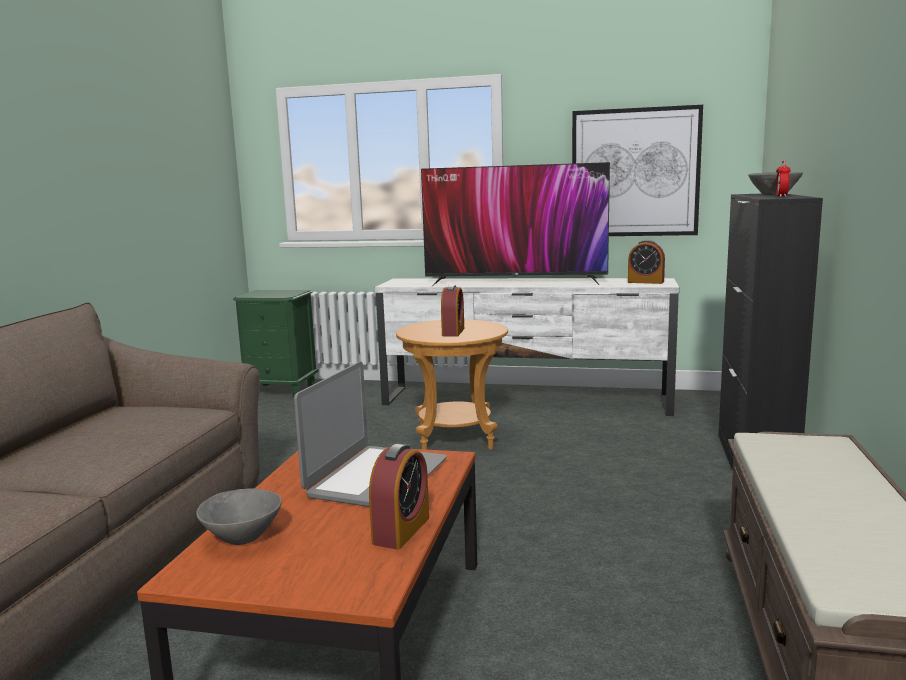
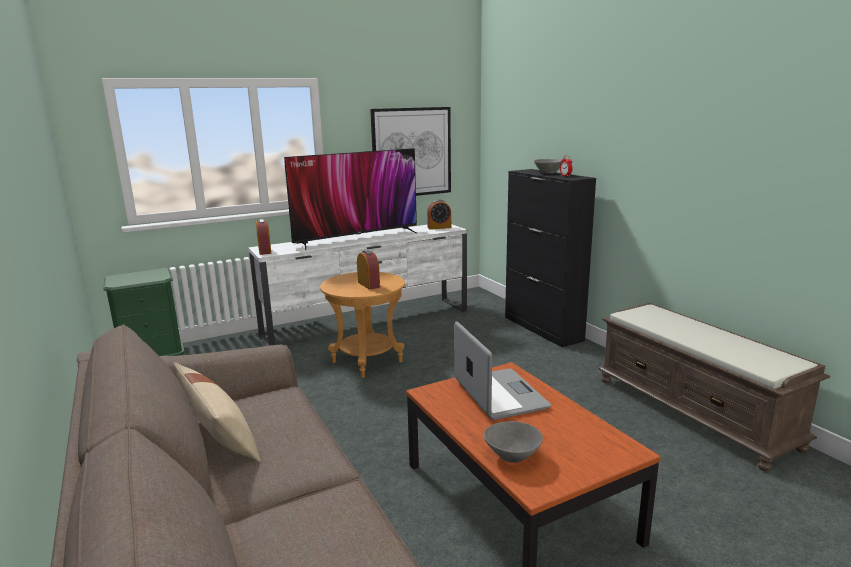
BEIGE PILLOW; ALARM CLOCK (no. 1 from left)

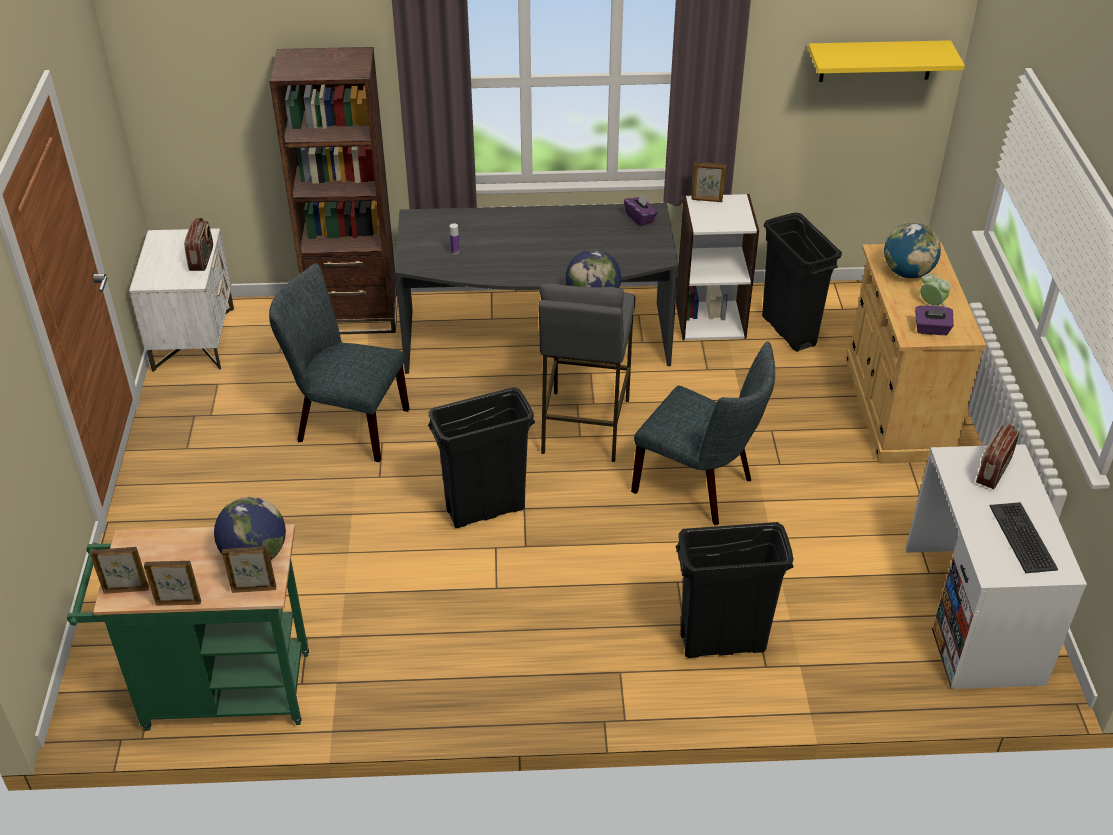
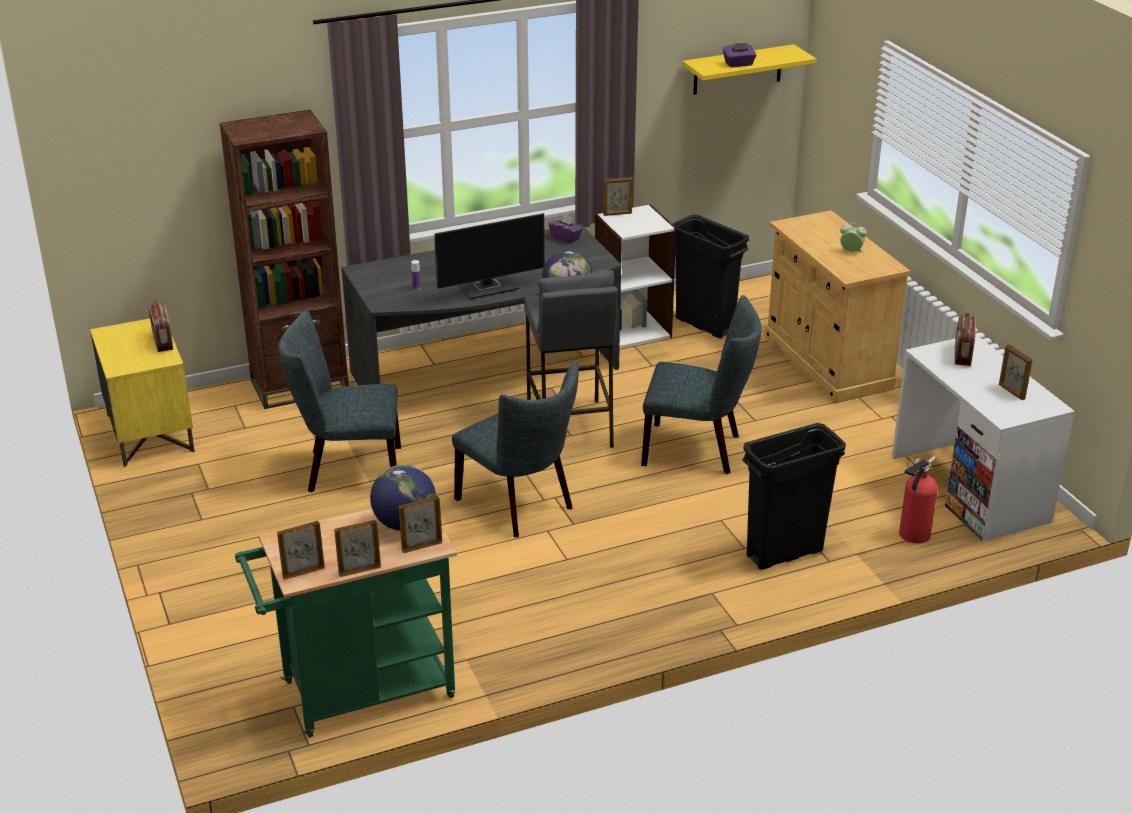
YELLOW NIGHTSTAND; MONITOR; GREY CHAIR (no. 2 from left); PURPLE TISSUE BOX (no. 2 from left); FIRE EXTINGUISHER; PICTURE FRAME (no. 5 from left); GLOBE (no. 3 from left in the first image)

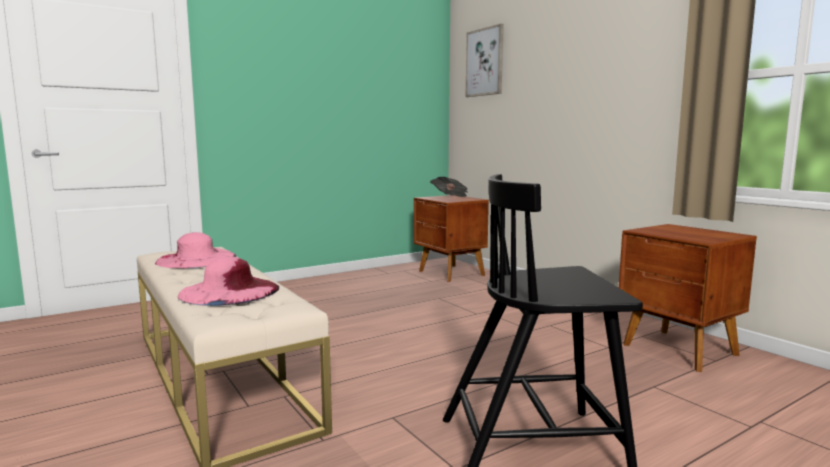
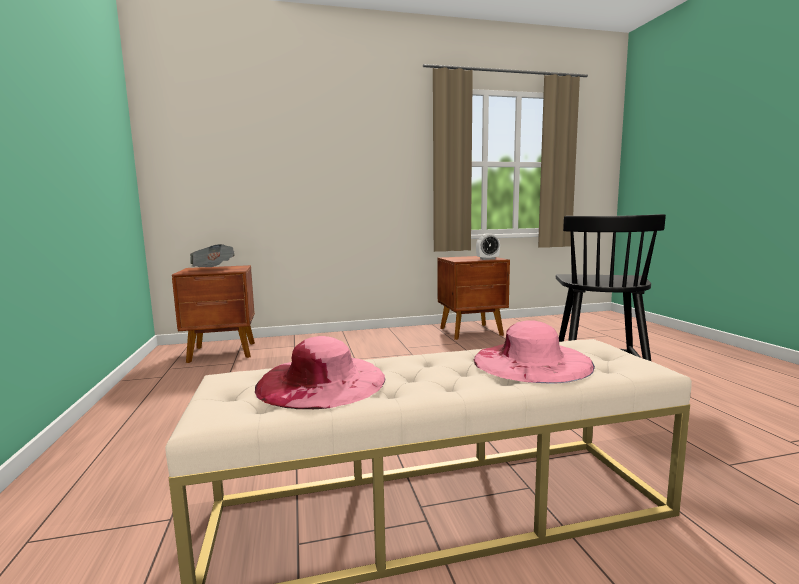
ALARM CLOCK; PICTURE

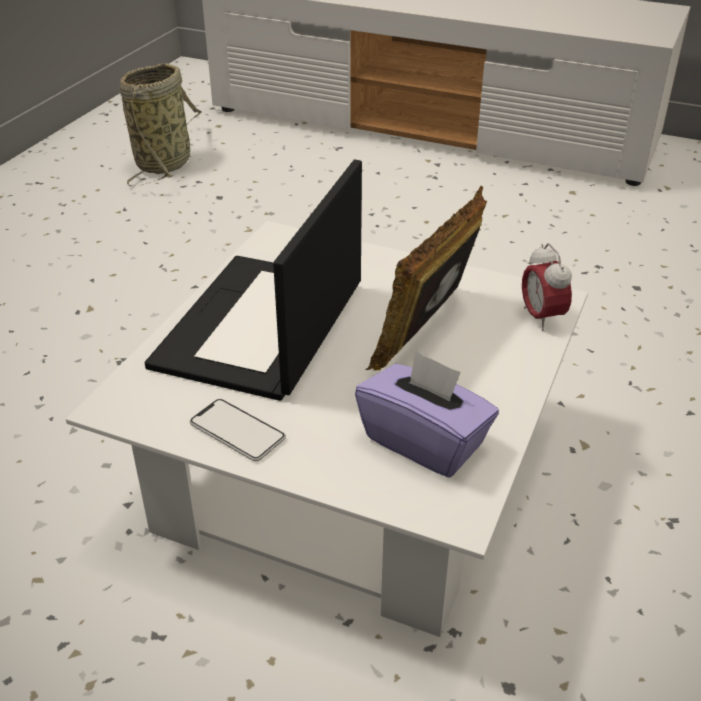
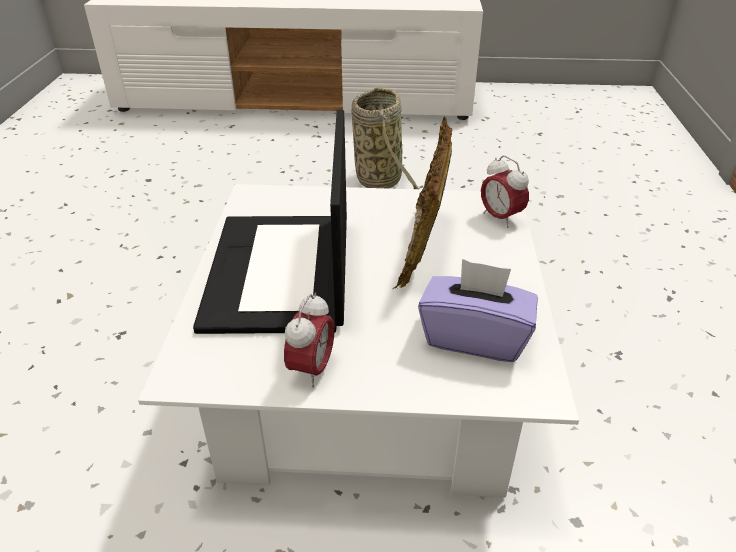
ALARM CLOCK (no. 1 from left); BASKET

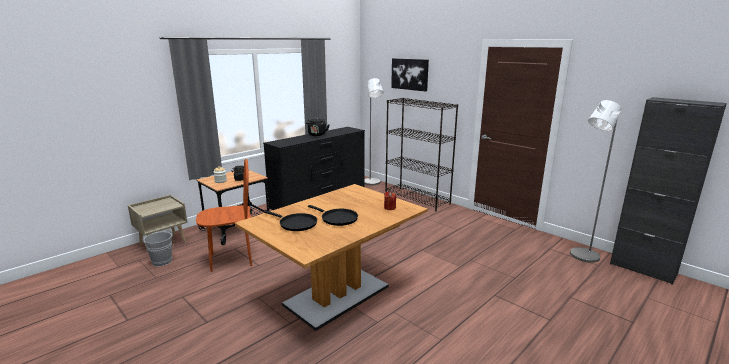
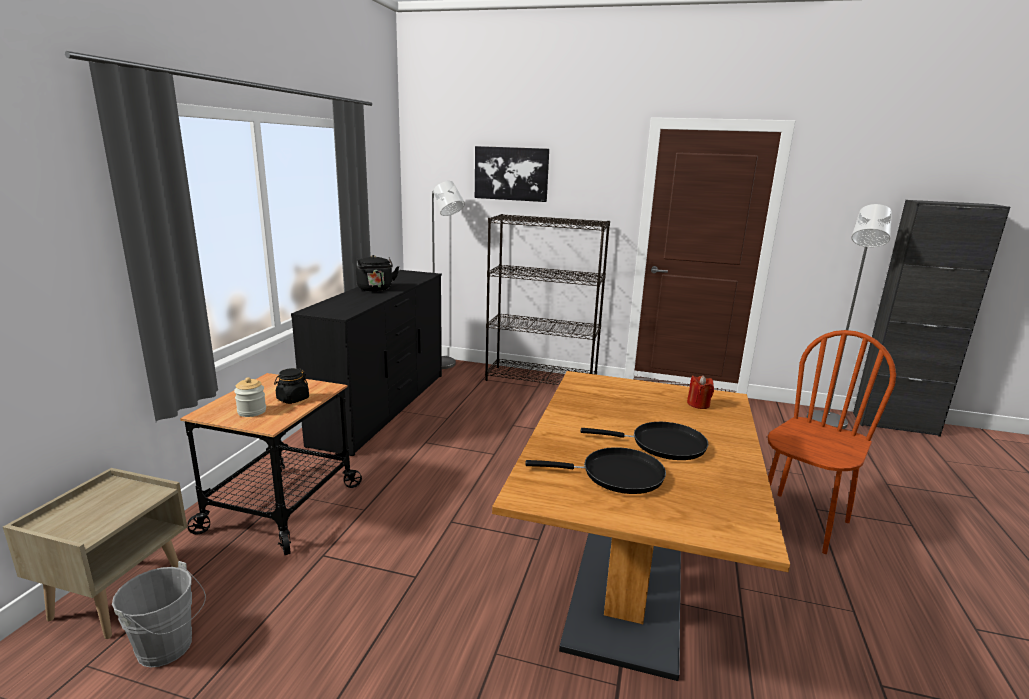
BROWN CHAIR

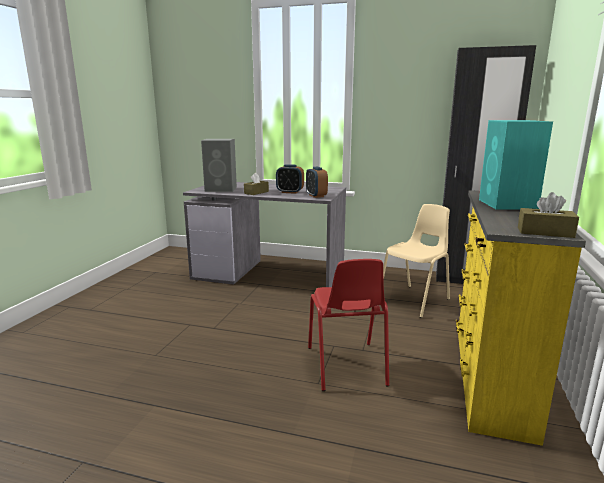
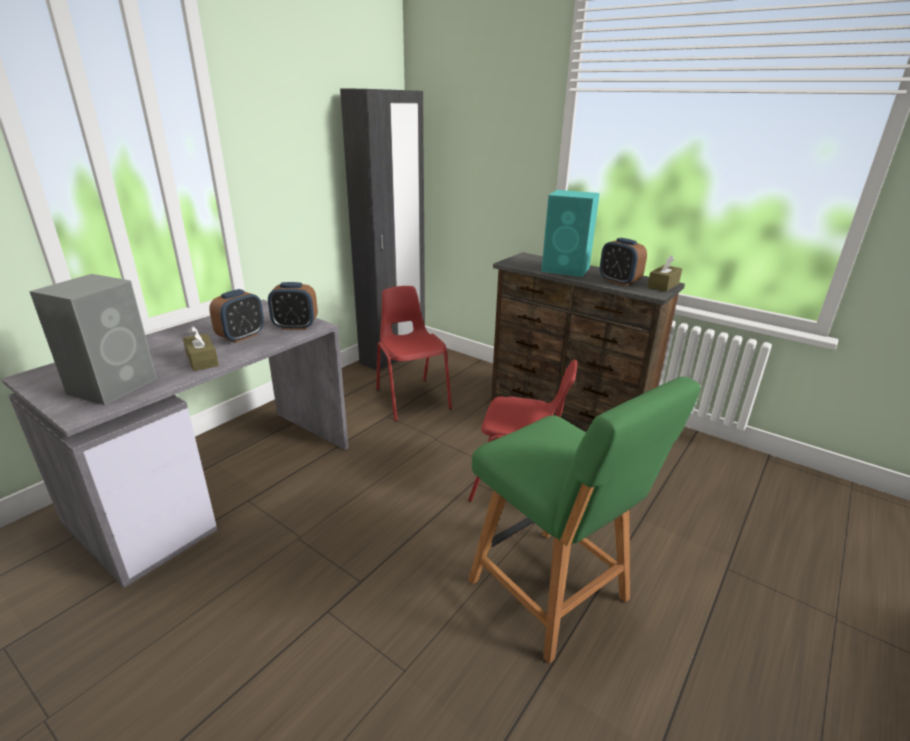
RED CHAIR (no. 1 from left); GREEN CHAIR; BROWN DRESSER; ALARM CLOCK (no. 3 from left)

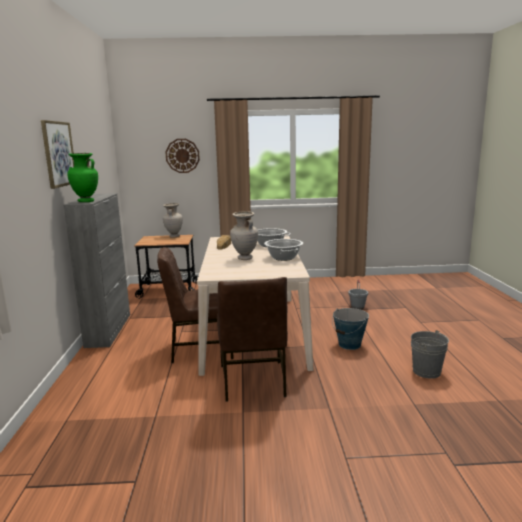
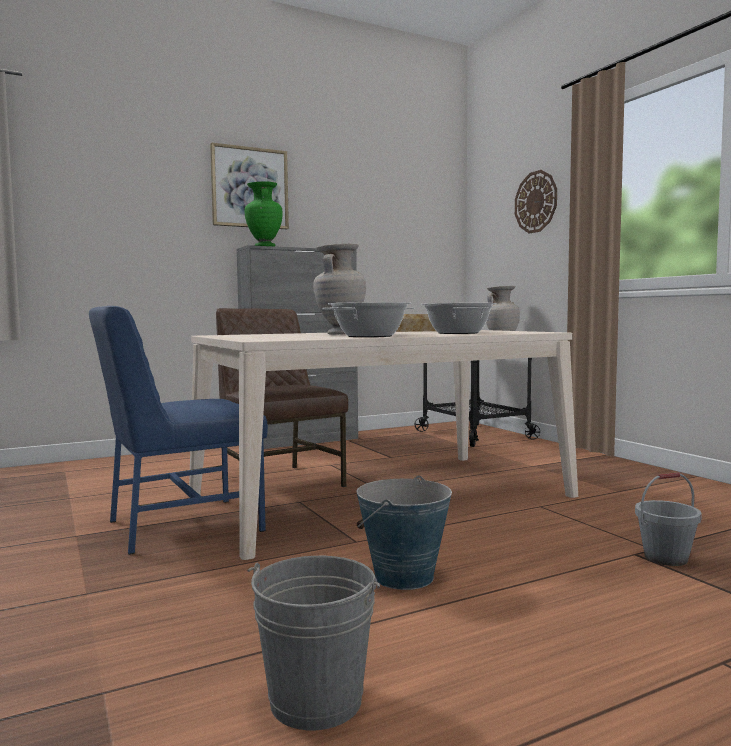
BLUE CHAIR

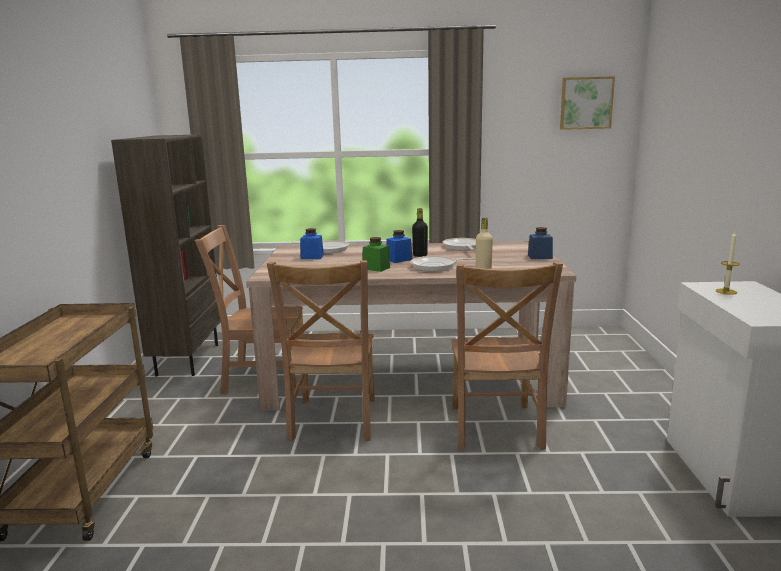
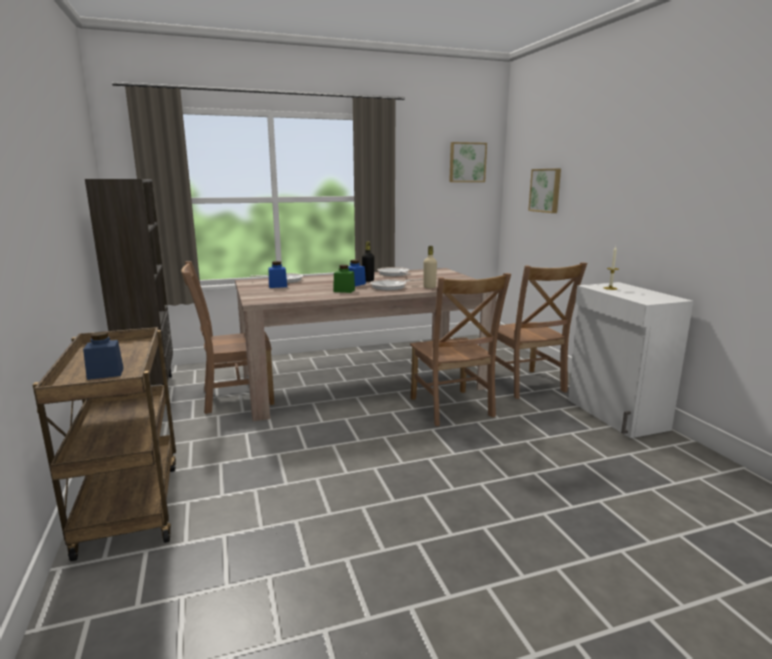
BLUE JAR (no. 1 from left); BROWN CHAIR (no. 3 from left); PICTURE (no. 2 from left)

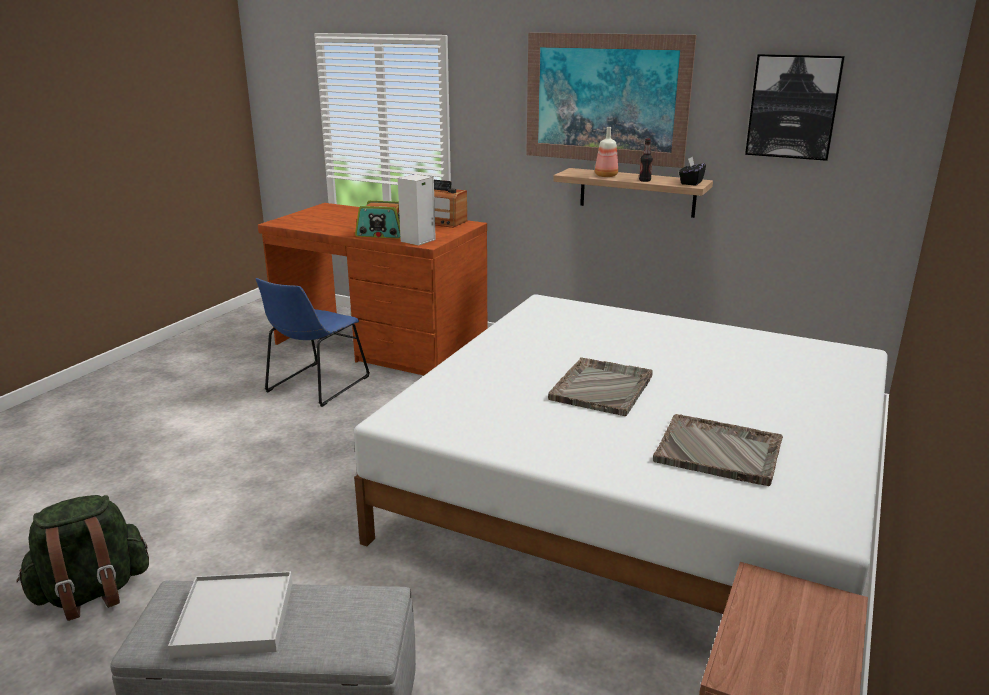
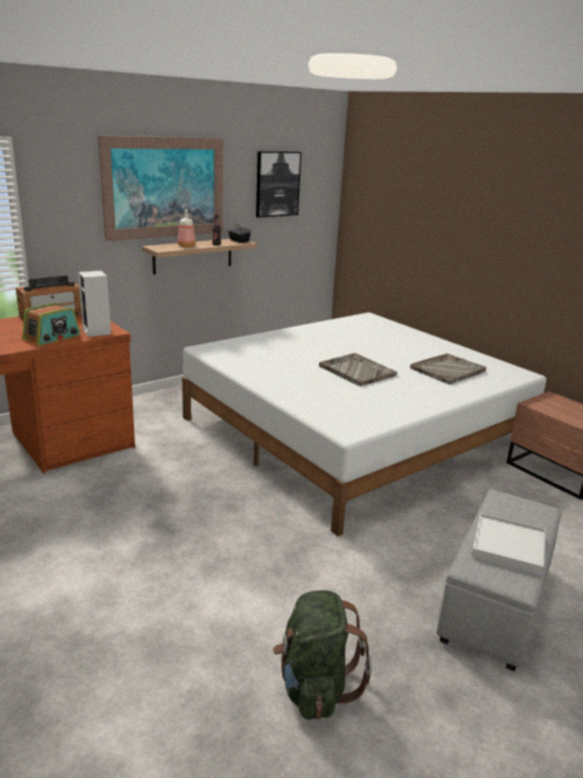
BLUE CHAIR

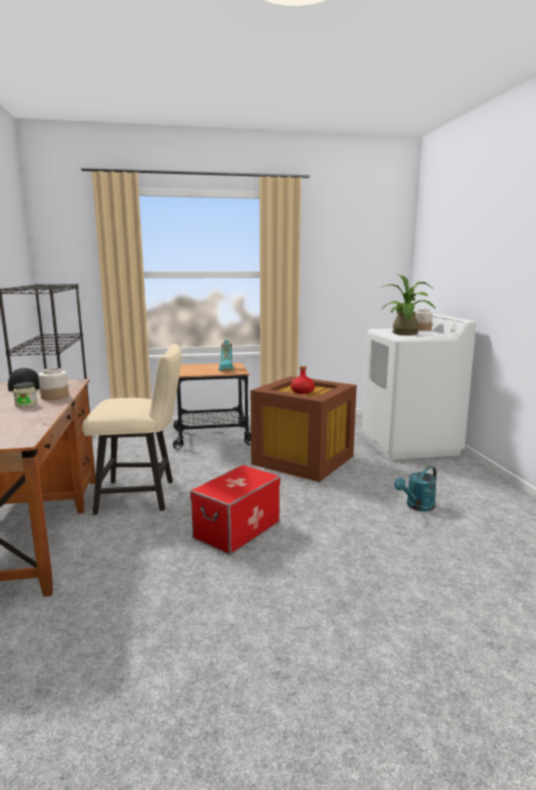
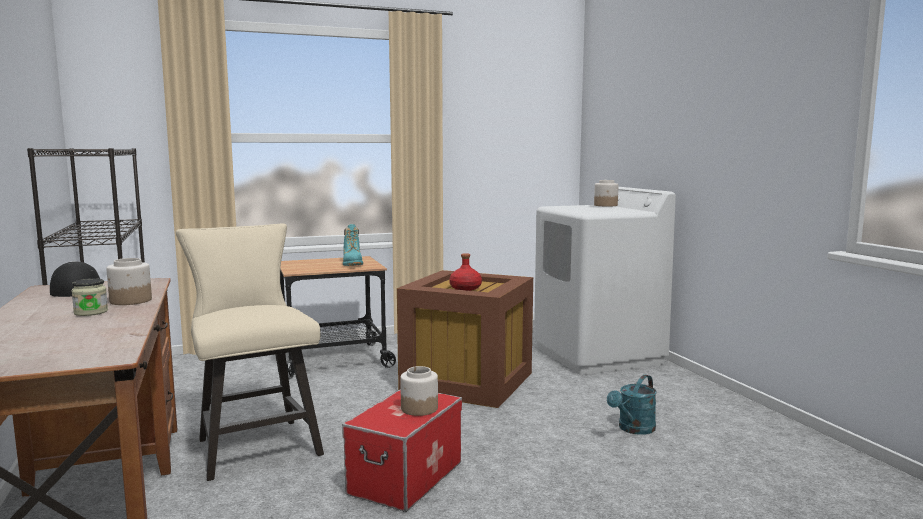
BEIGE CHAIR; JAR (no. 3 from left); POTTED PLANT

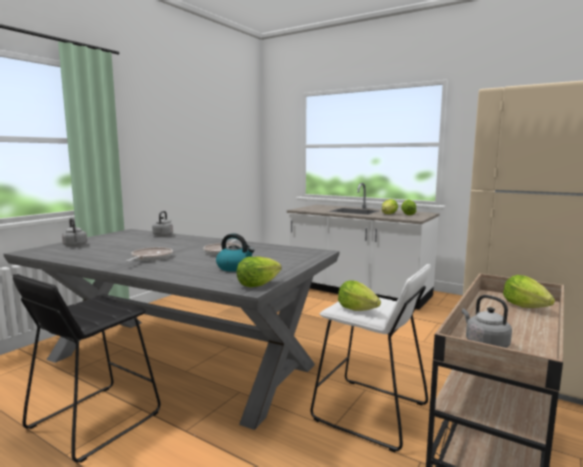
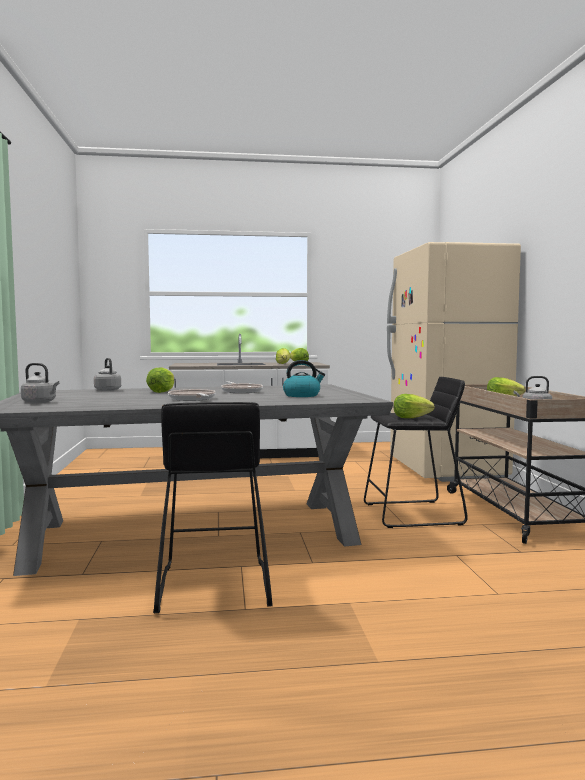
LETTUCE (no. 1 from left); BLACK STOOL (no. 2 from left)

